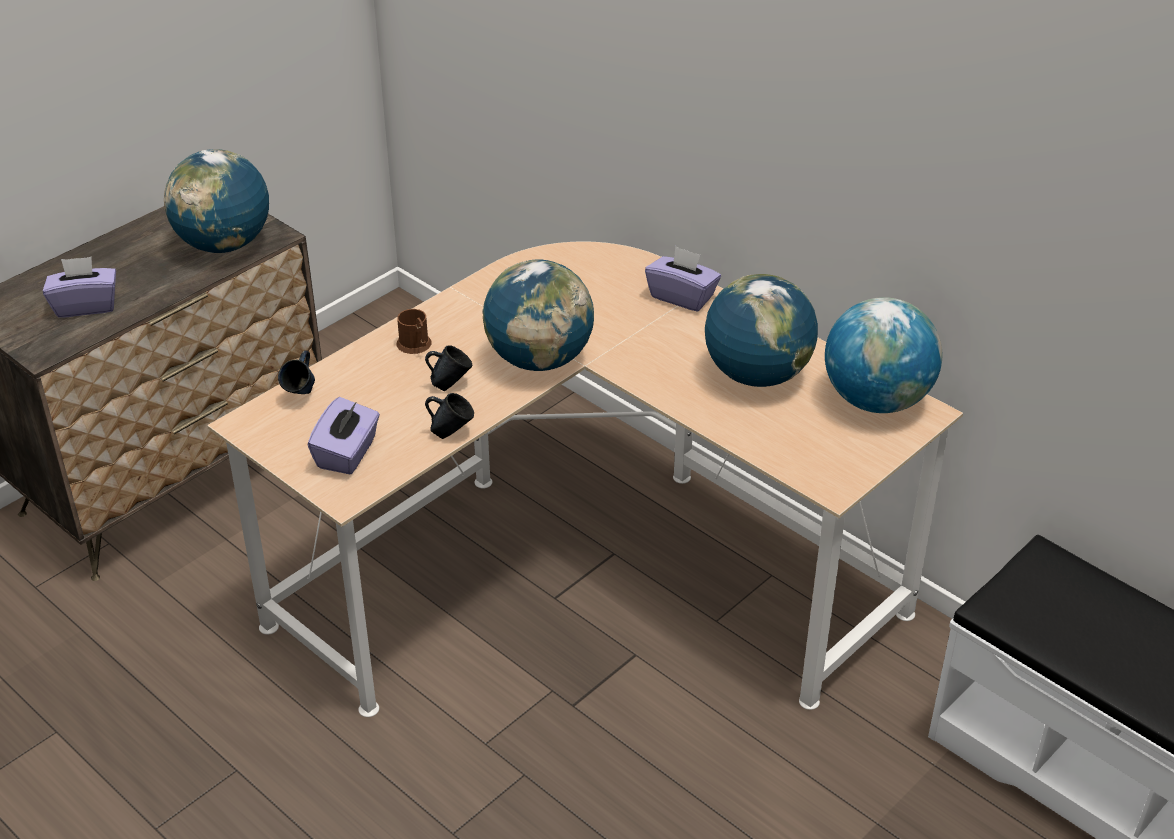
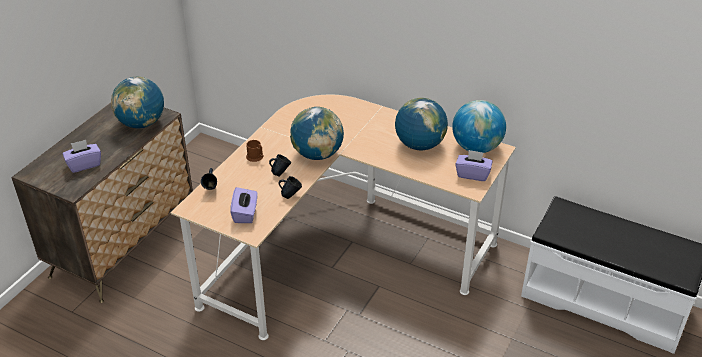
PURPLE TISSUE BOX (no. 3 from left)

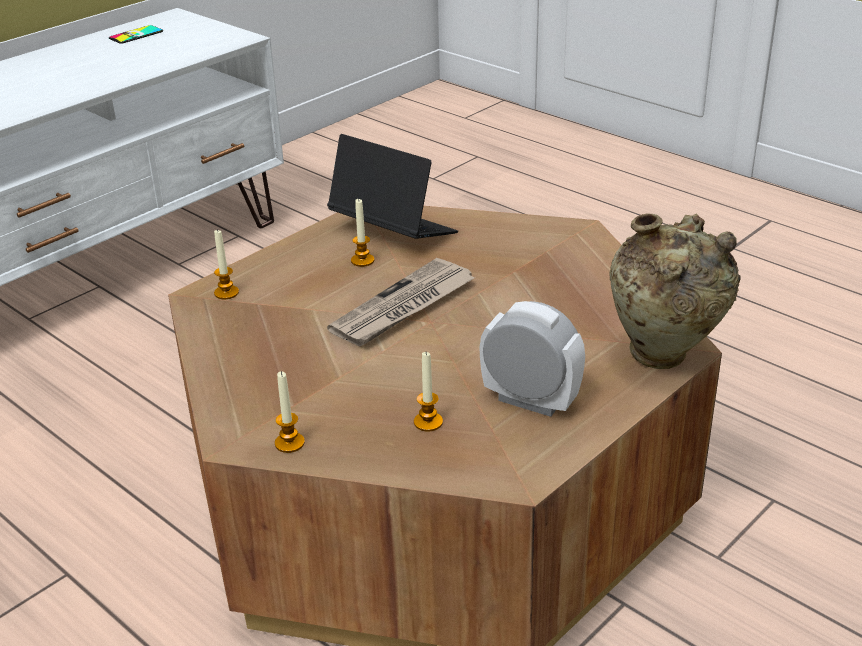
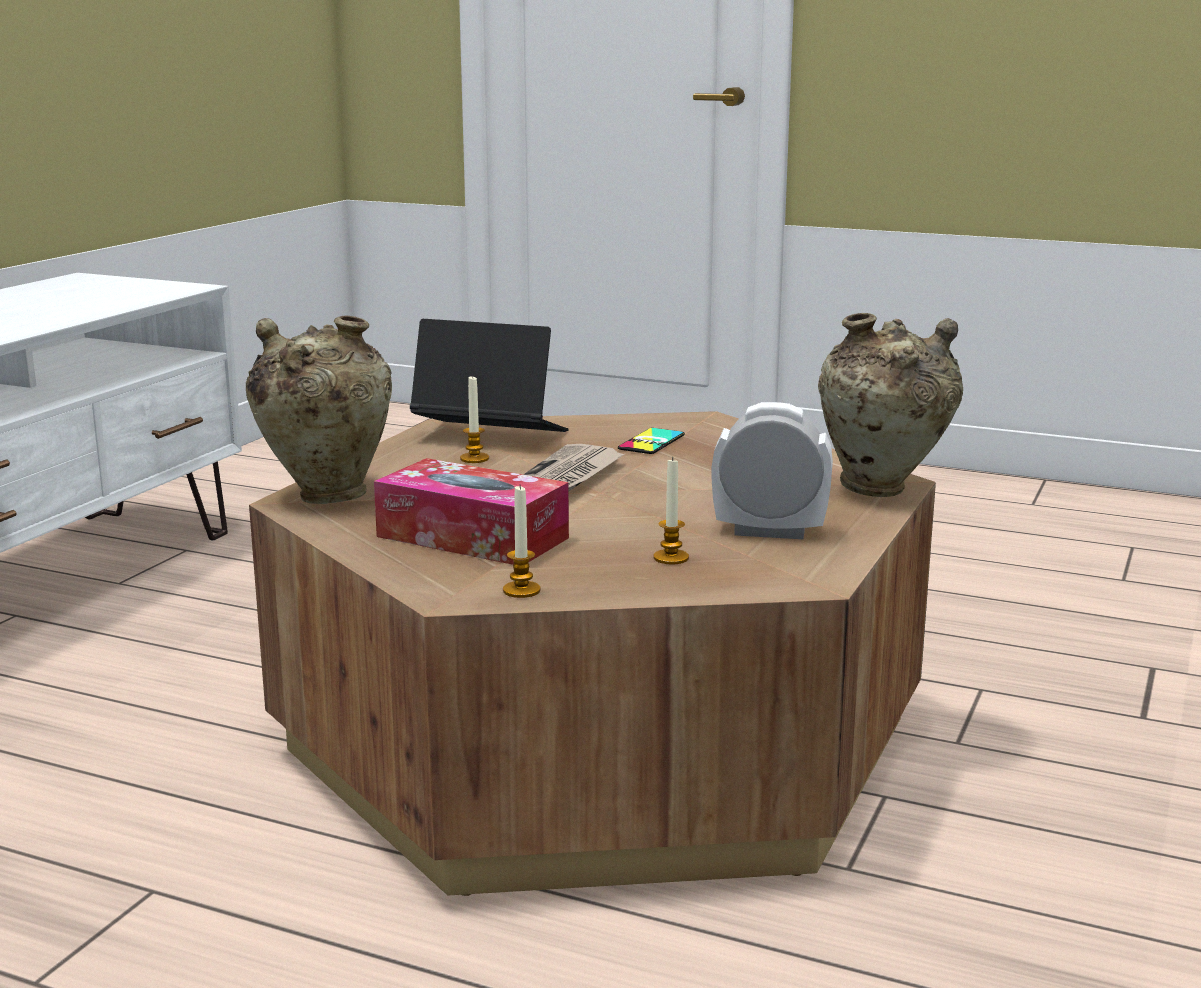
BEIGE VASE (no. 1 from left); TISSUE BOX; PHONE

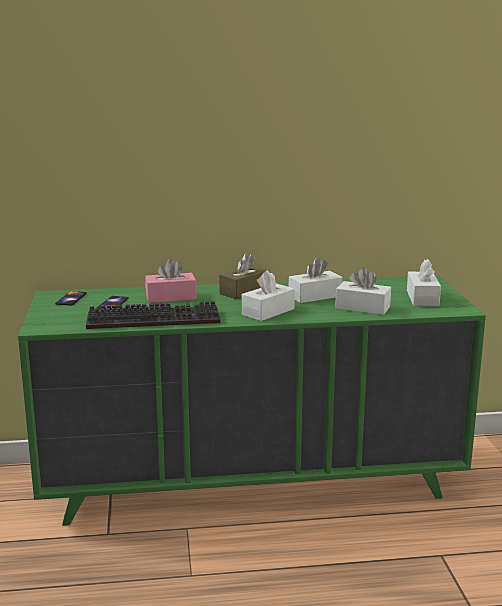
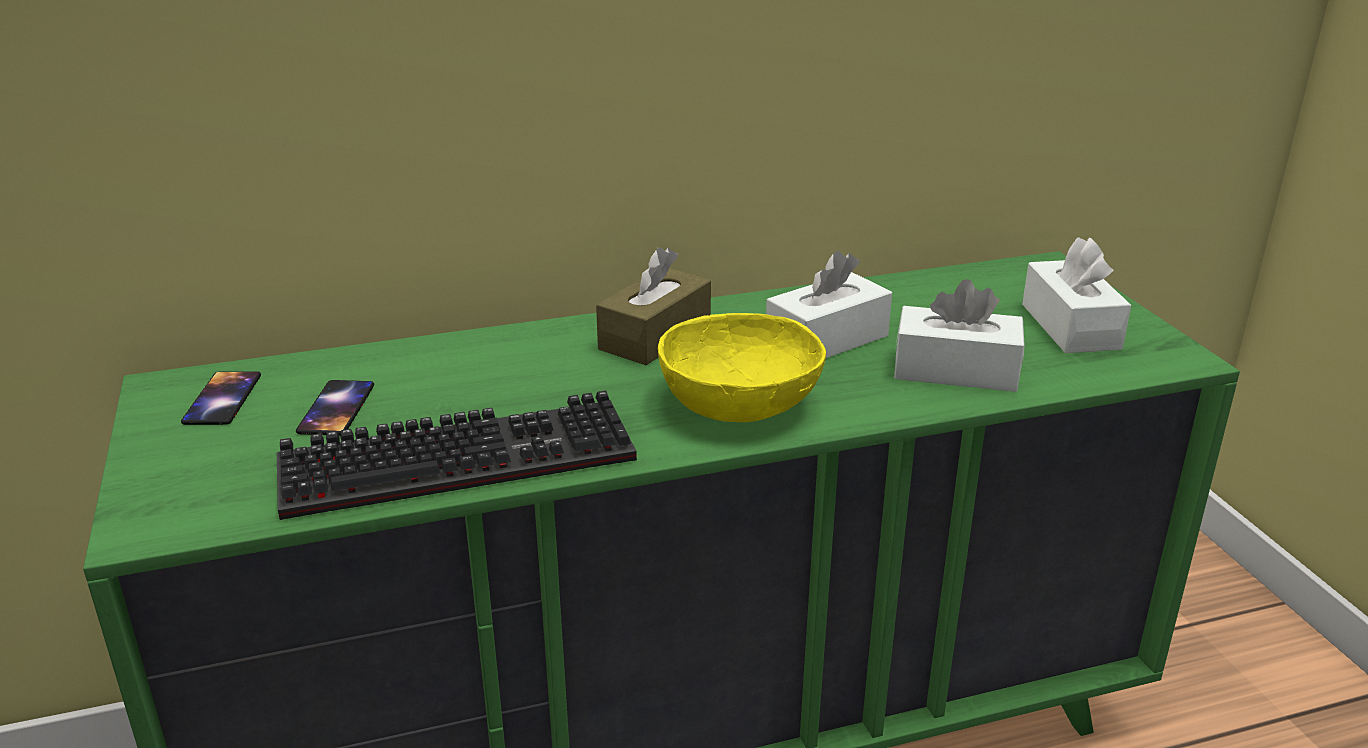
YELLOW BOWL; PINK TISSUE BOX

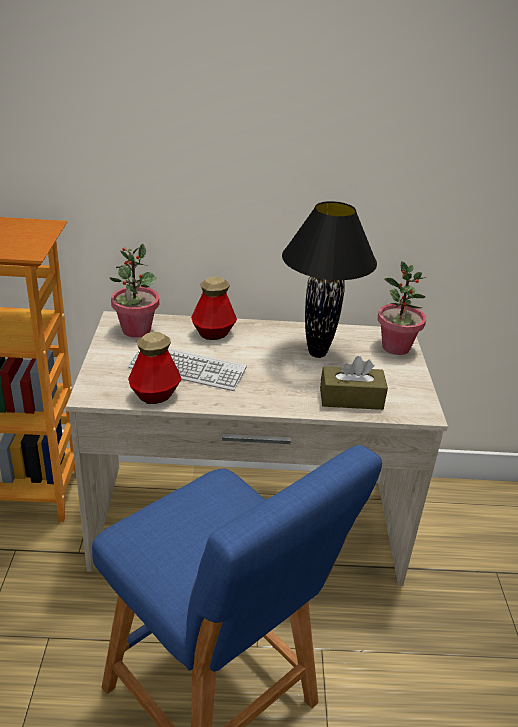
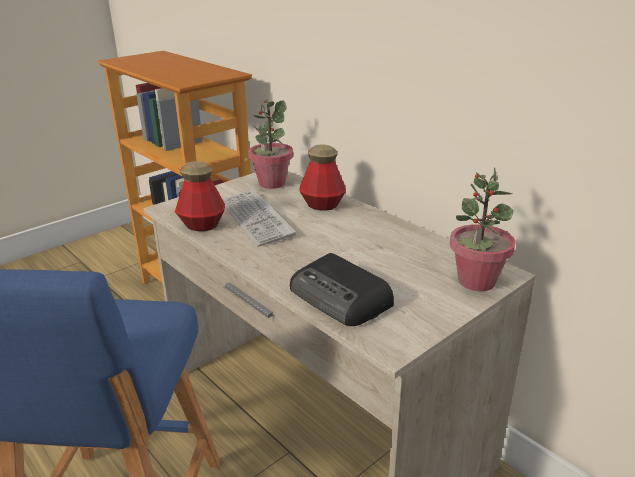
RADIO; BLACK TABLE LAMP

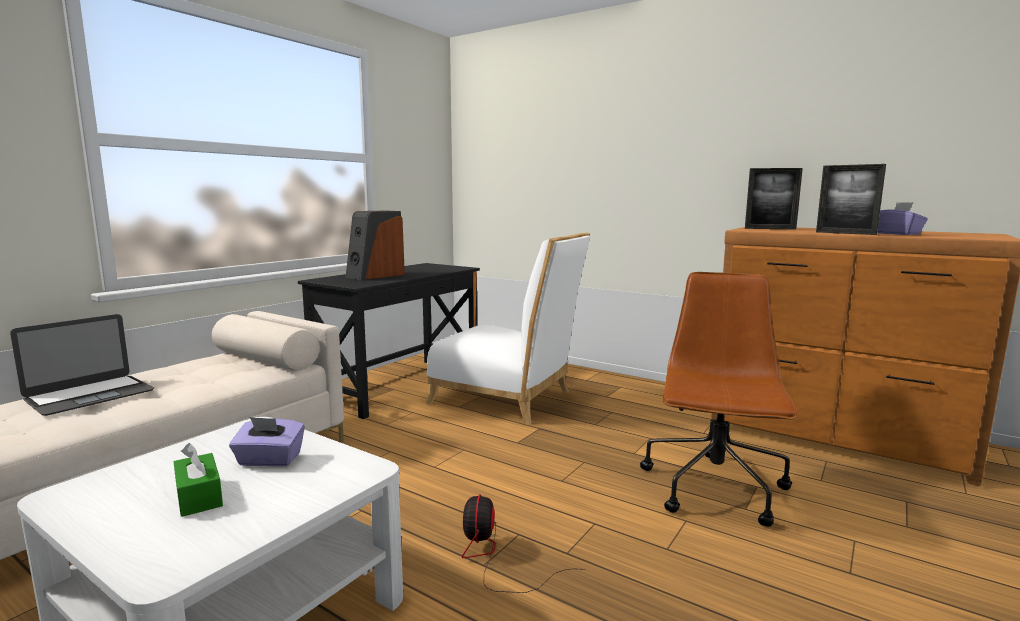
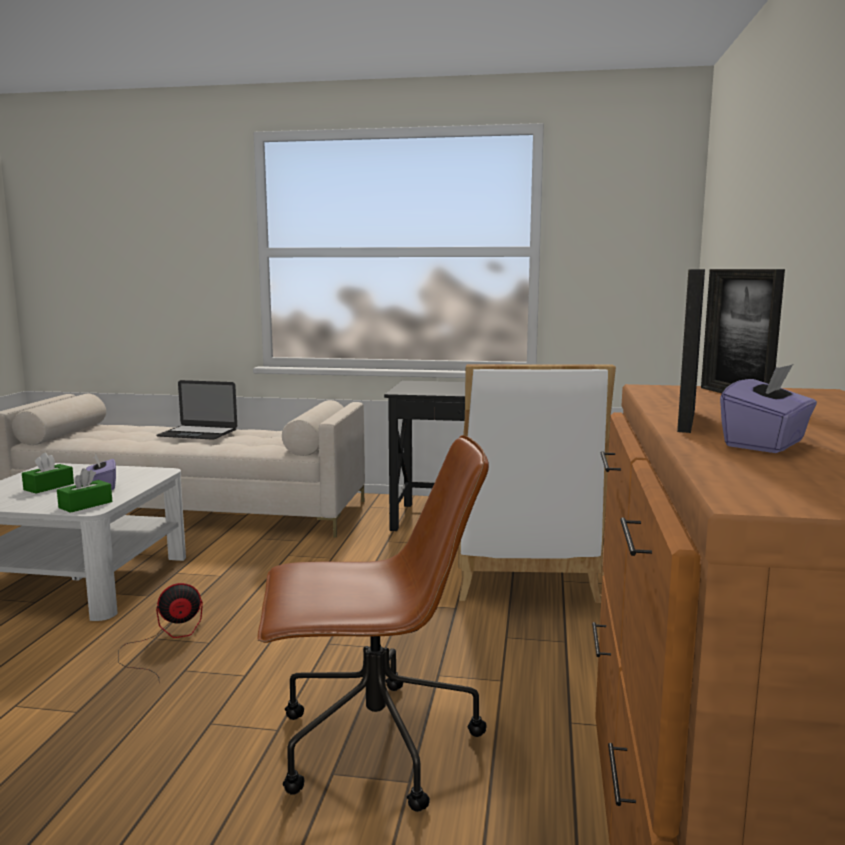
GREEN TISSUE BOX (no. 2 from left); SPEAKER

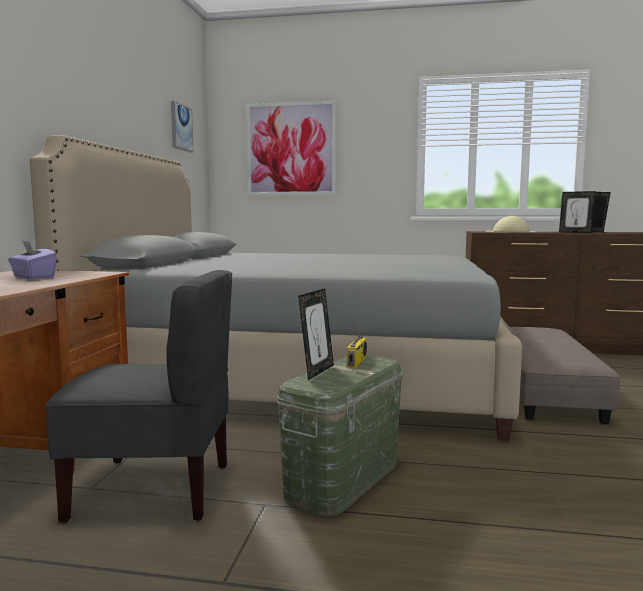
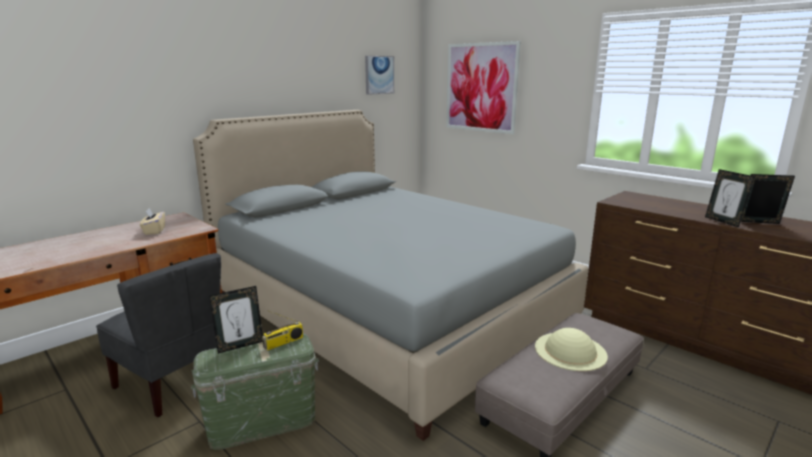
BEIGE TISSUE BOX; BEIGE HAT

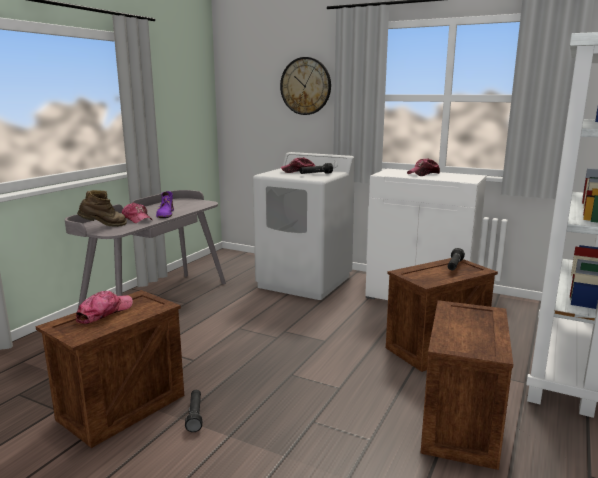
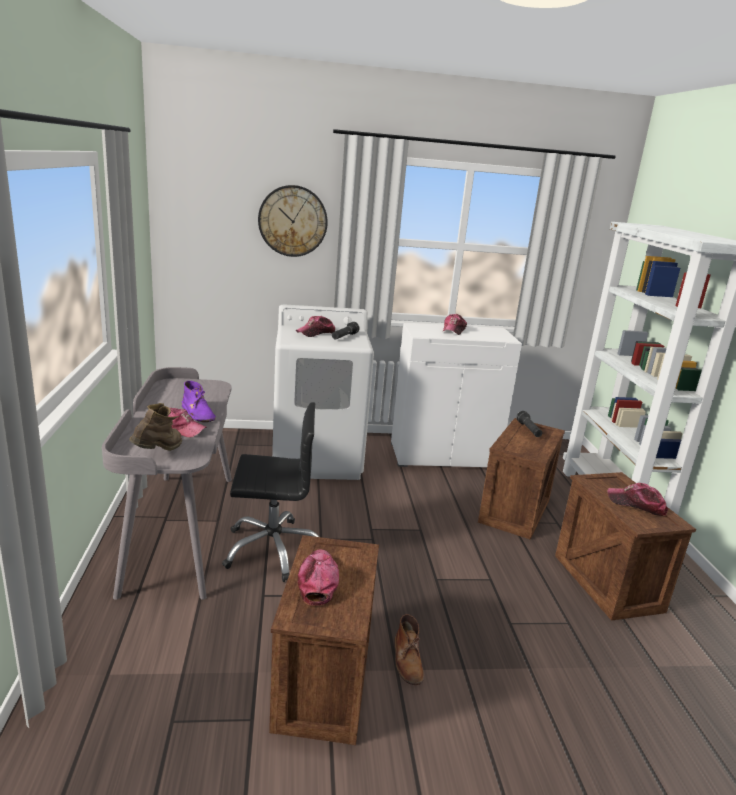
BLACK OFFICE CHAIR; BROWN BOOT (no. 2 from left); CAP (no. 5 from left)

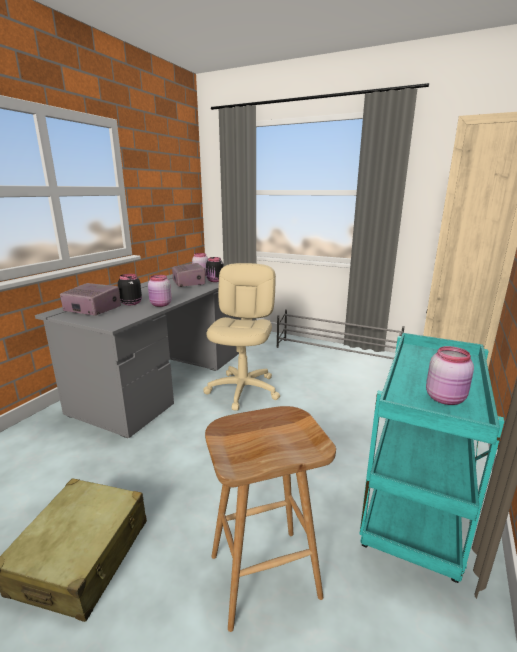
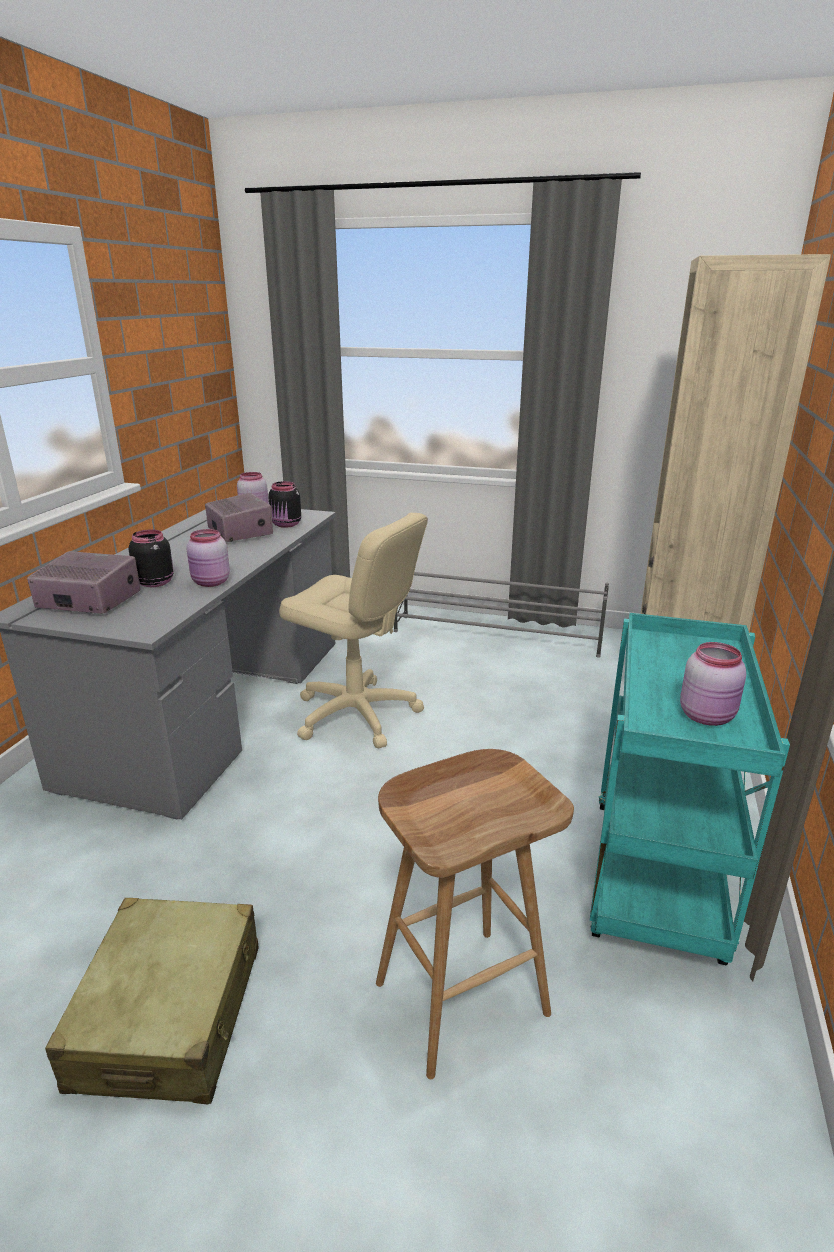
BEIGE OFFICE CHAIR

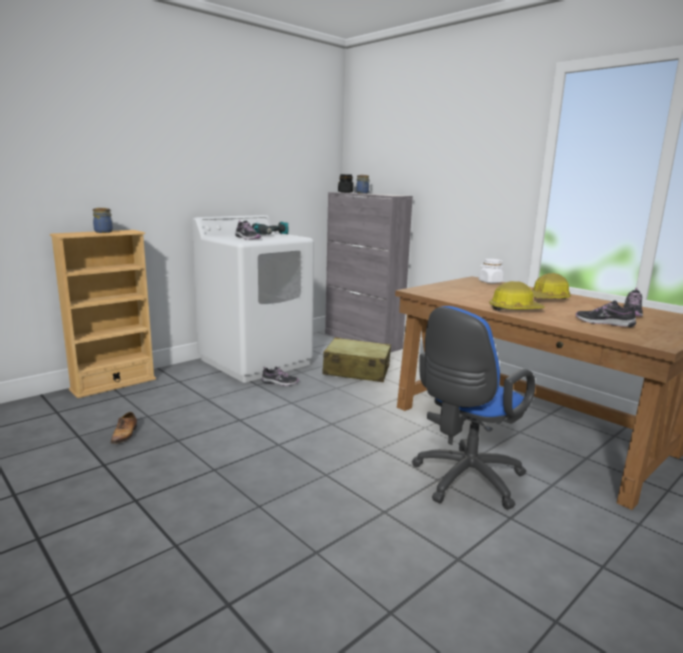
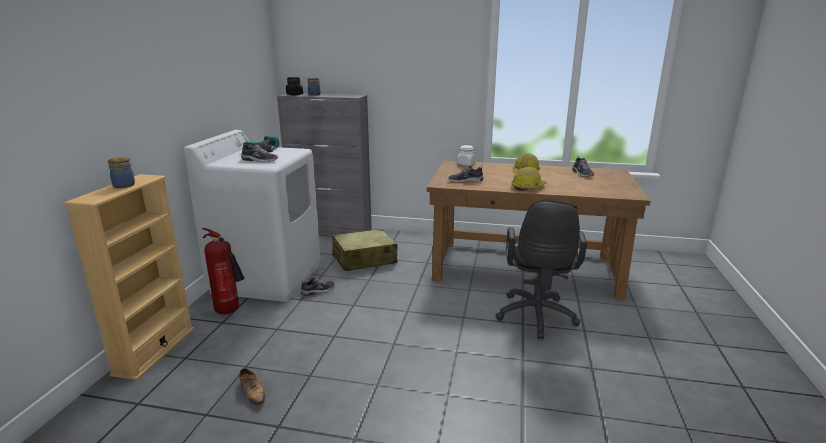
FIRE EXTINGUISHER; SHOE (no. 4 from left); BLACK OFFICE CHAIR

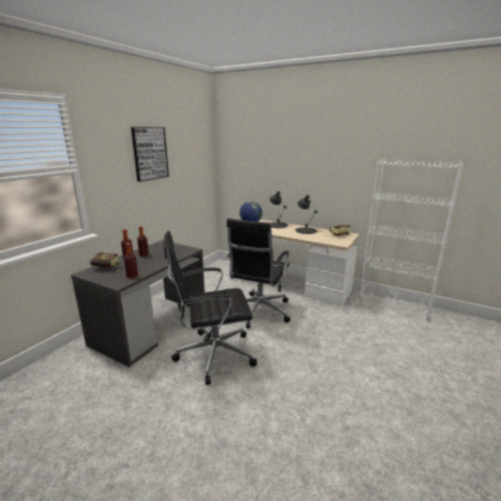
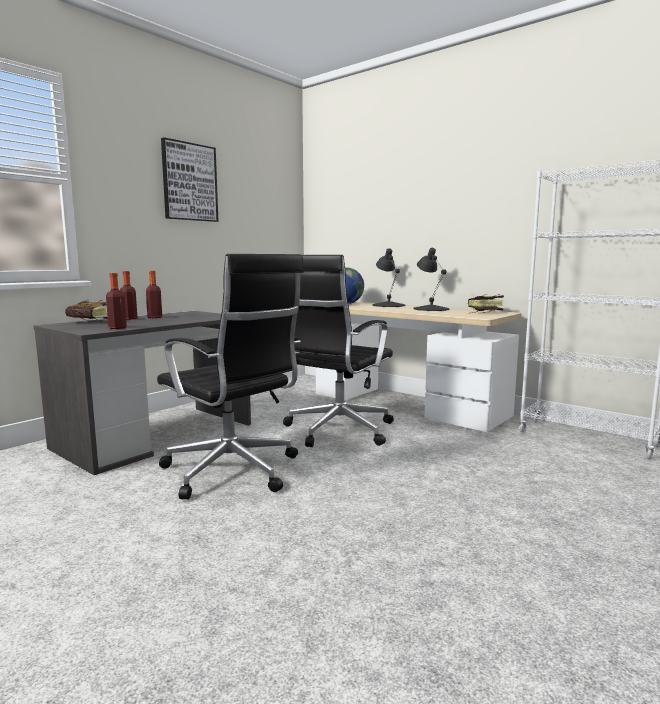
BLACK OFFICE CHAIR (no. 1 from left)

